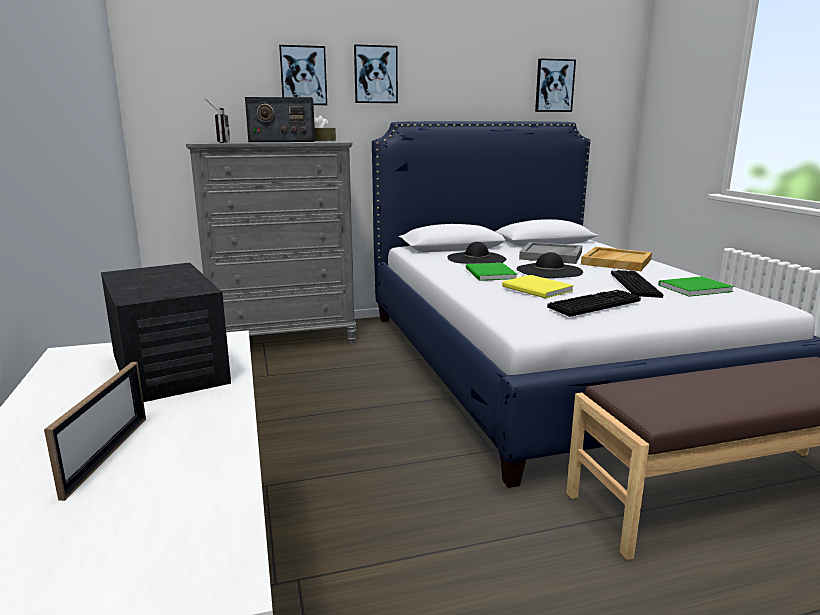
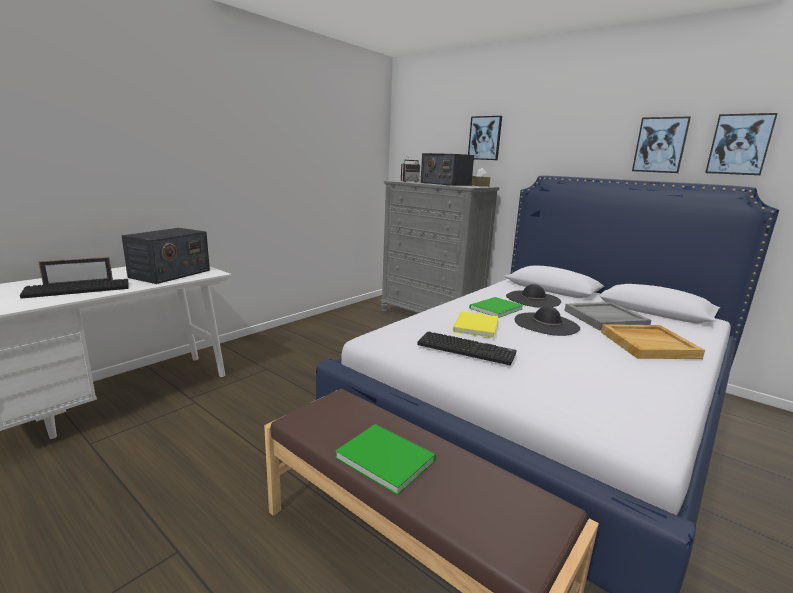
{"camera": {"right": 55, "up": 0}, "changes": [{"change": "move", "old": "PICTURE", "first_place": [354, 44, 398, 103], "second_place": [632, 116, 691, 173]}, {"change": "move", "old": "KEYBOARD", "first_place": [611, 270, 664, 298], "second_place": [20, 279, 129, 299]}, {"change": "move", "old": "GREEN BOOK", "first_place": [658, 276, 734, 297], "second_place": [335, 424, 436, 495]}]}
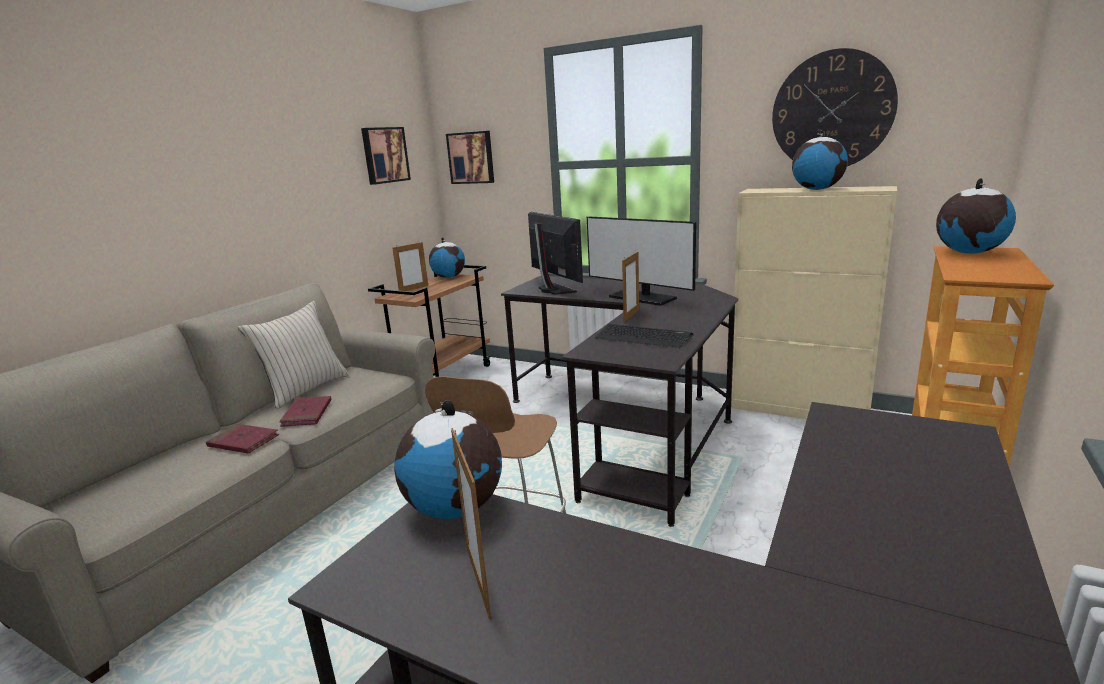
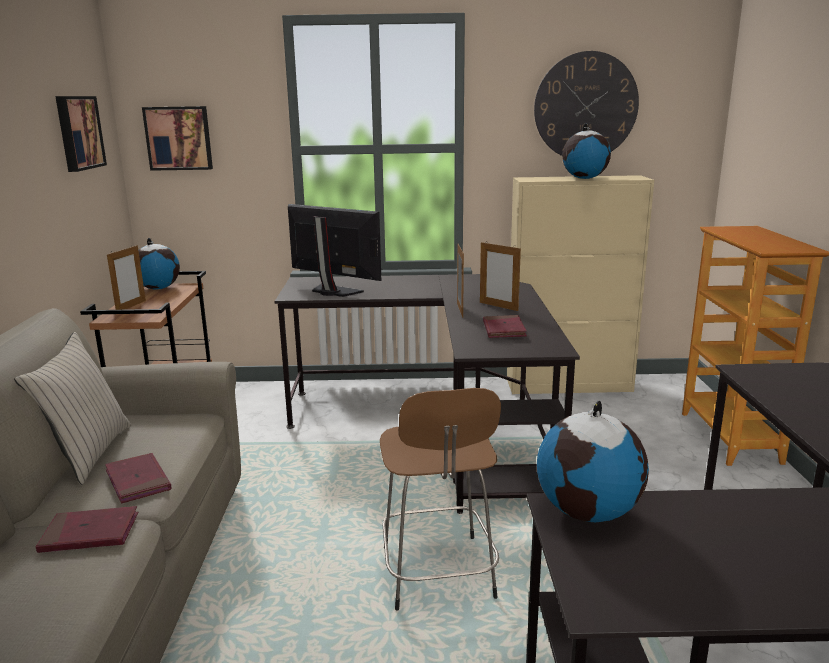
{"camera": {"right": -30, "up": 0}, "changes": [{"change": "delete", "old": "GLOBE", "first_place": [936, 178, 1016, 254]}, {"change": "delete", "old": "COMPUTER SCREEN", "first_place": [587, 216, 696, 306]}, {"change": "replace", "old": "KEYBOARD", "new": "REDDISH BOOK", "first_place": [595, 324, 694, 348], "second_place": [483, 315, 527, 338]}, {"change": "move", "old": "PHOTO FRAME", "first_place": [451, 428, 491, 620], "second_place": [480, 242, 521, 311]}]}
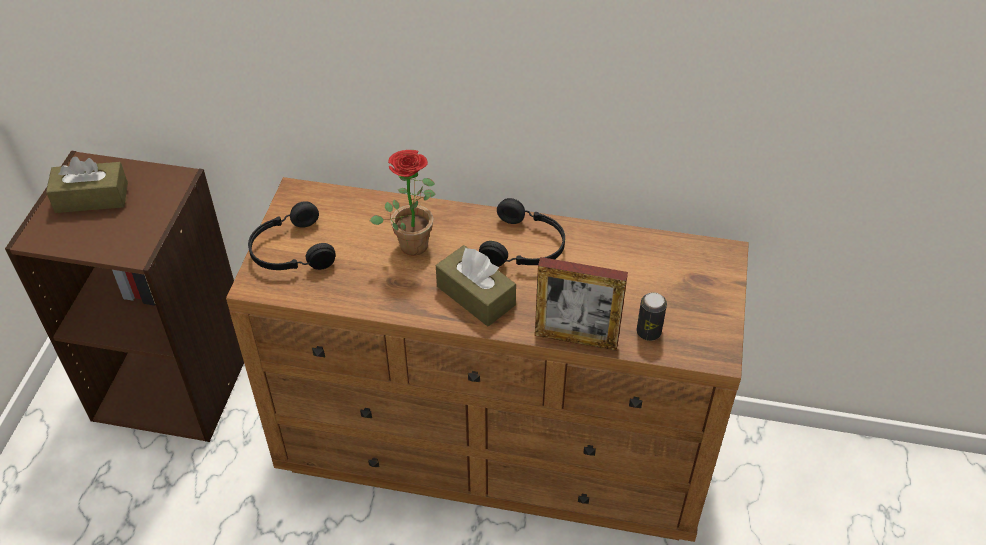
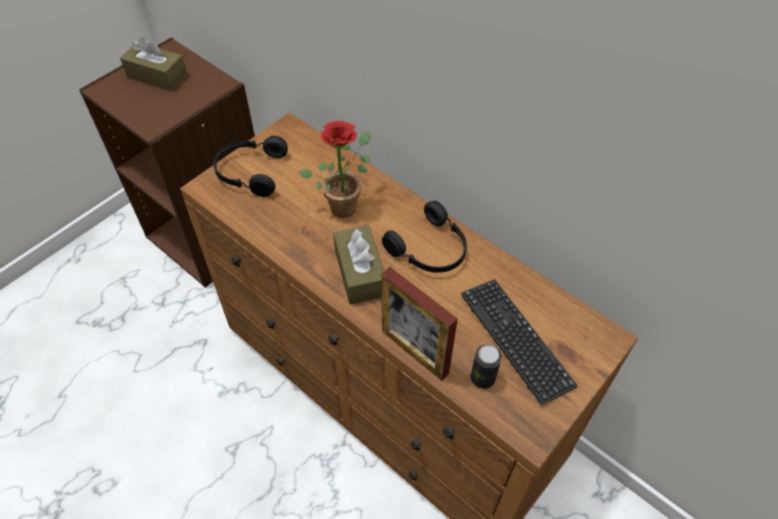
{"camera": {"right": 30, "up": 5}, "changes": [{"change": "insert", "new": "KEYBOARD", "second_place": [461, 279, 578, 404]}]}
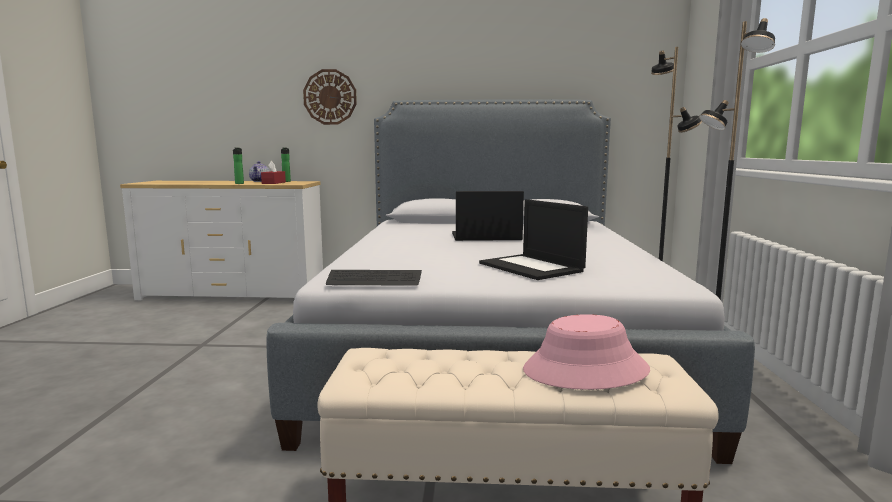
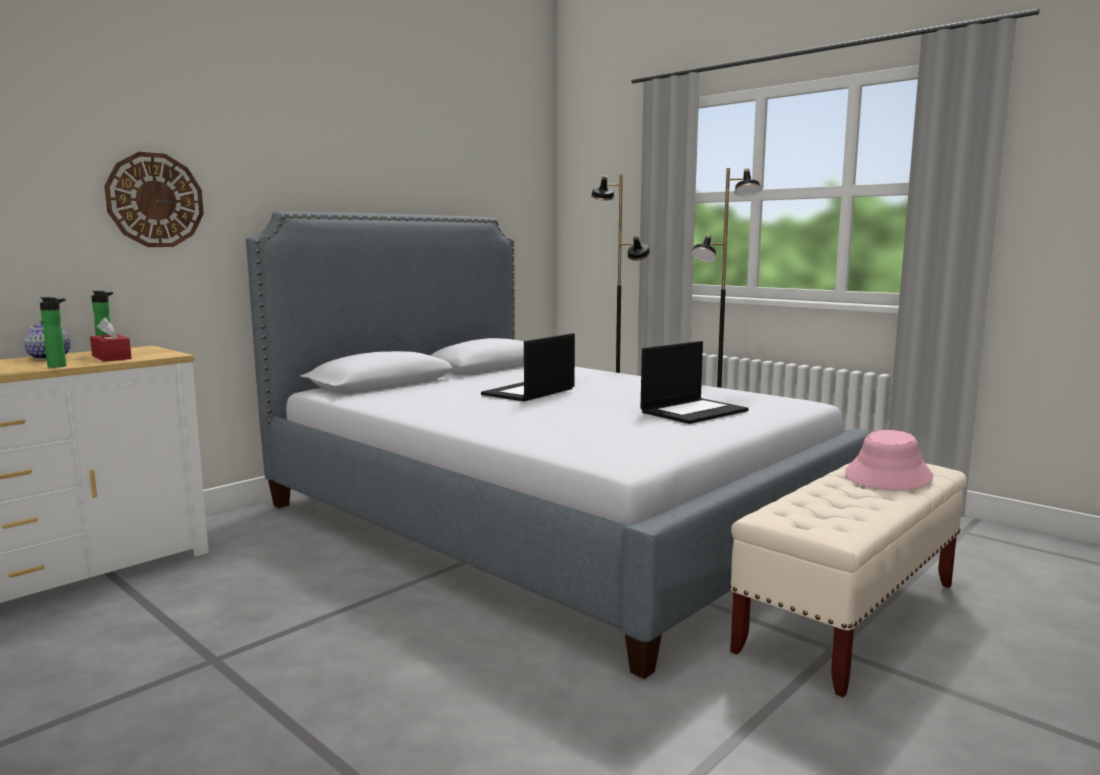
{"camera": {"right": -50, "up": 0}, "changes": [{"change": "rotate", "old": "LAPTOP", "first_place": [479, 199, 588, 280], "second_place": [641, 341, 749, 424], "degrees": -45}, {"change": "delete", "old": "KEYBOARD", "first_place": [326, 270, 422, 286]}]}
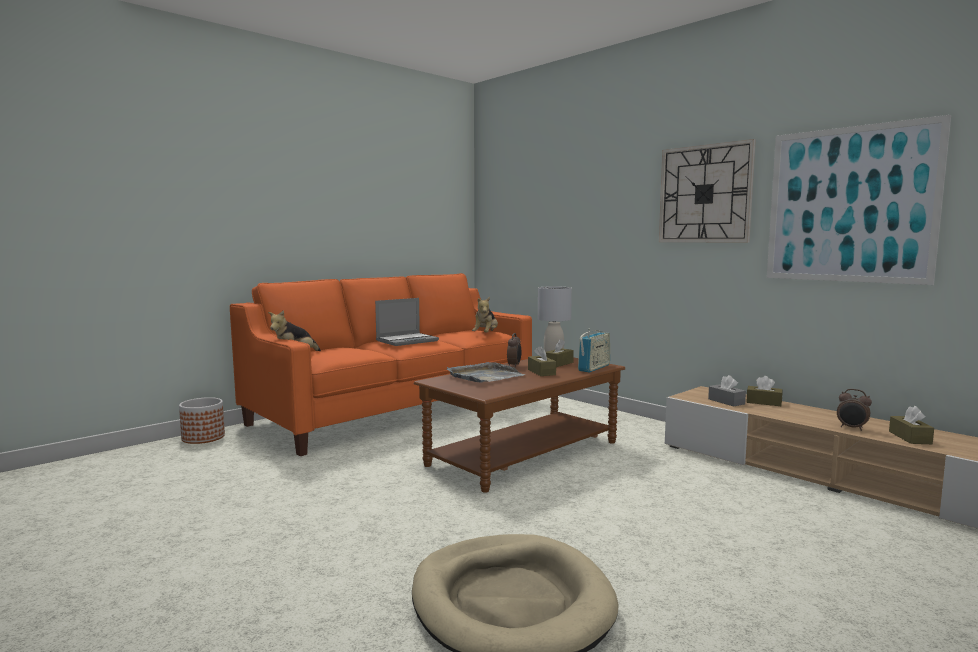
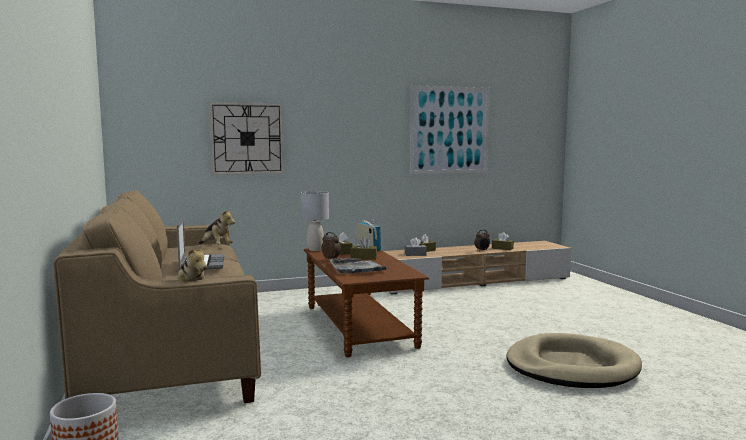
{"camera": {"right": -65, "up": 0}, "changes": [{"change": "move", "old": "CLOCK ON THE WALL", "first_place": [659, 139, 756, 242], "second_place": [209, 102, 284, 175]}, {"change": "recolor", "old": "ORANGEY COUCH", "new": "BEIGE-COLOURED COUCH", "first_place": [230, 273, 532, 456], "second_place": [53, 190, 261, 403]}]}
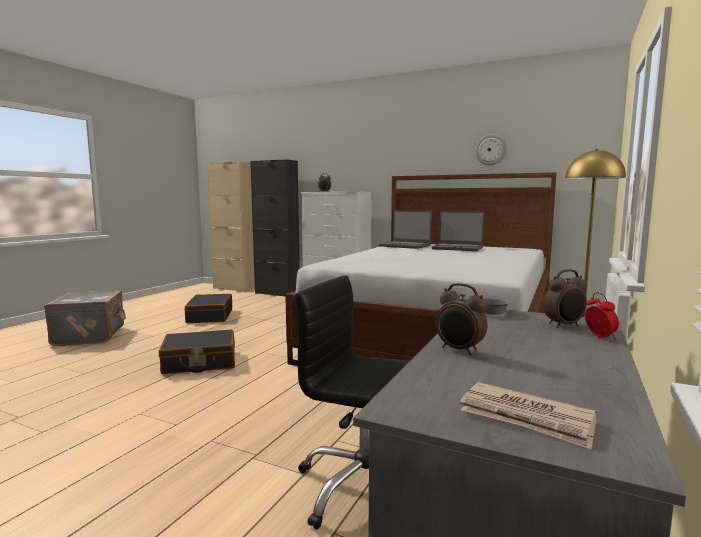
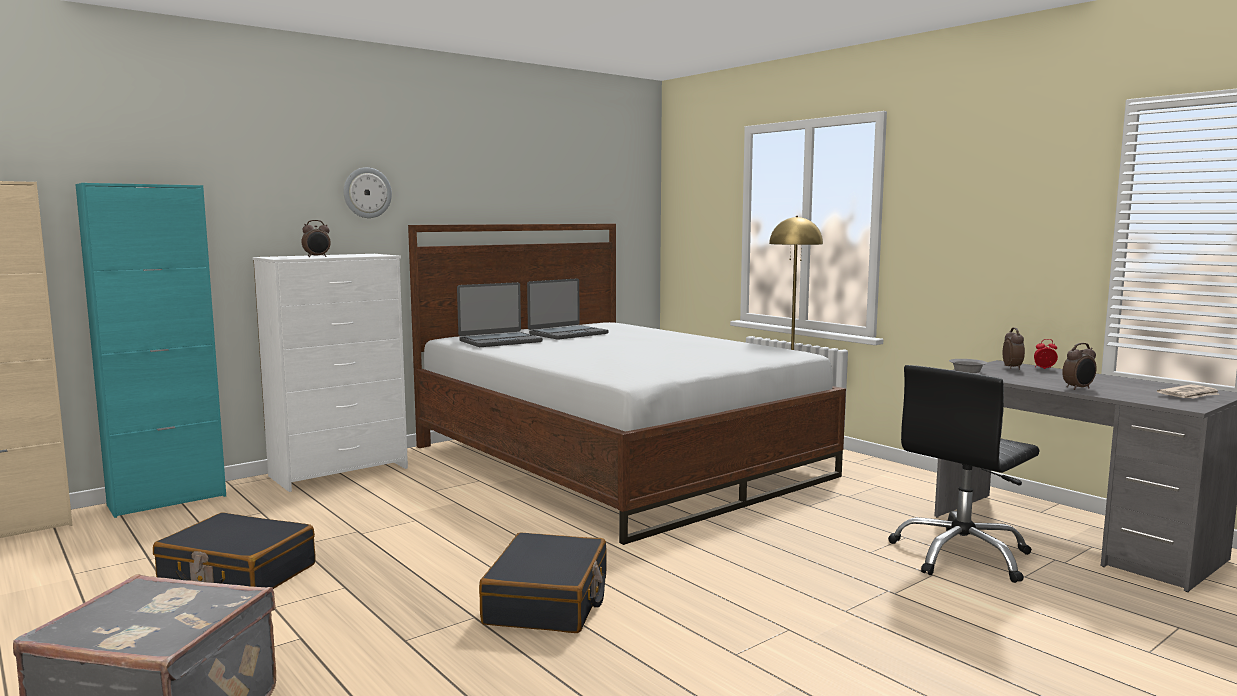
{"camera": {"right": -65, "up": 0}, "changes": [{"change": "move", "old": "CLOCK ON THE WALL", "first_place": [475, 134, 507, 165], "second_place": [344, 167, 392, 218]}, {"change": "recolor", "old": "BLACKISH CUPBOARD", "new": "TURQUOISE CUPBOARD", "first_place": [251, 159, 300, 296], "second_place": [75, 183, 226, 518]}]}
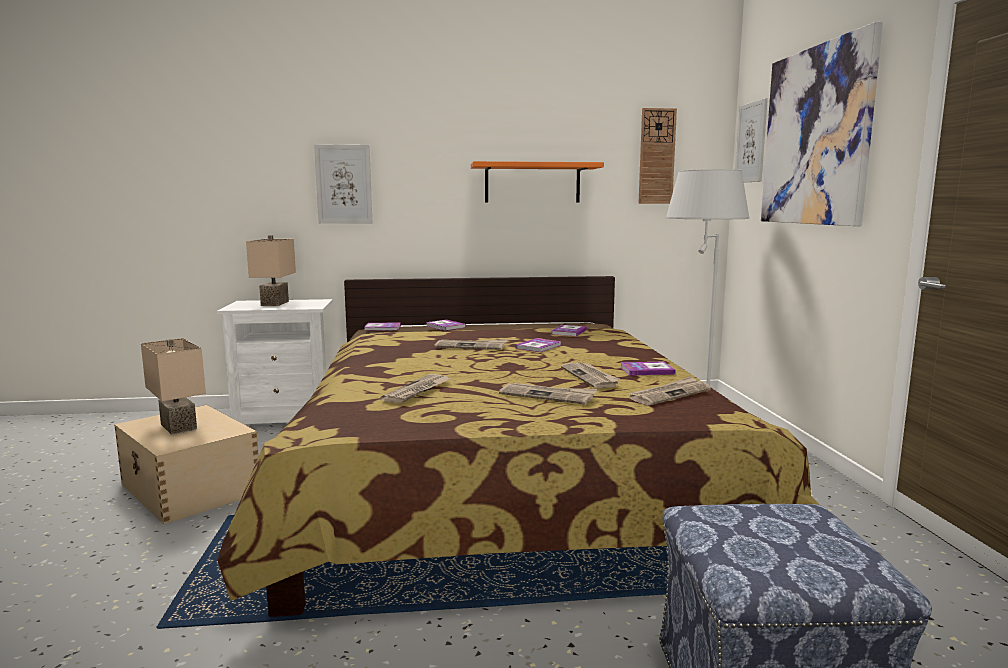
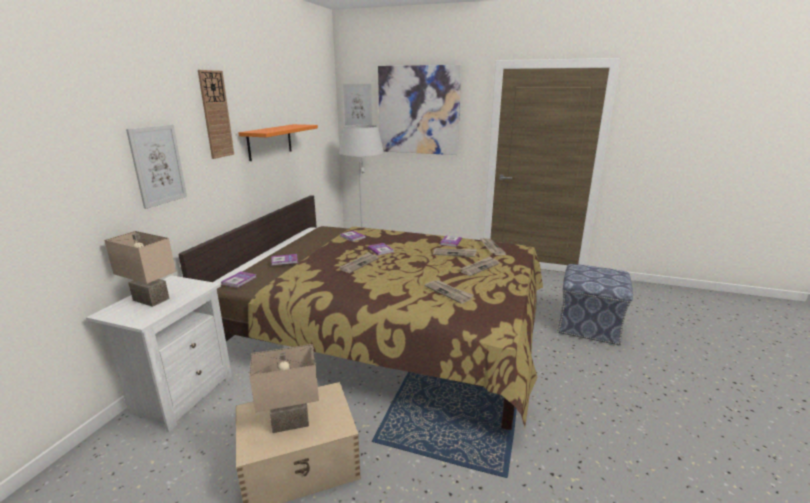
{"camera": {"right": -65, "up": 10}, "changes": [{"change": "move", "old": "CLOCK ON THE WALL", "first_place": [638, 108, 677, 204], "second_place": [198, 70, 234, 159]}]}
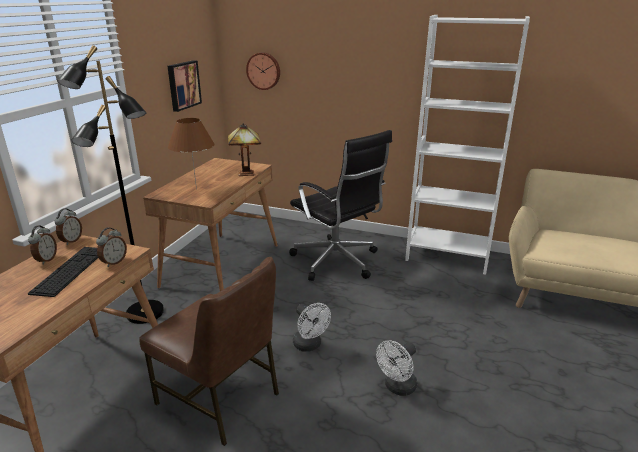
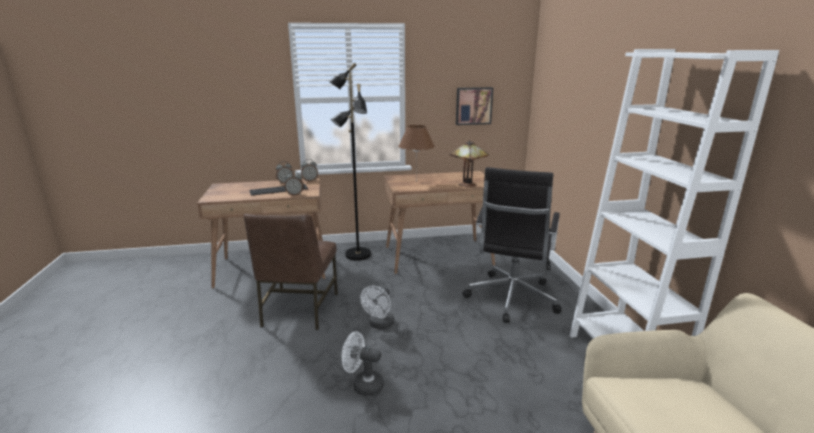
{"camera": {"right": 60, "up": -5}, "changes": [{"change": "delete", "old": "CLOCK ON THE WALL", "first_place": [246, 52, 280, 90]}]}
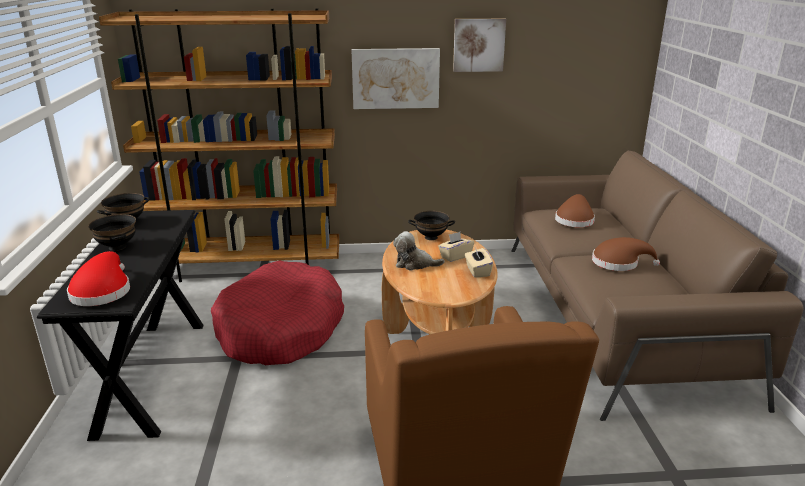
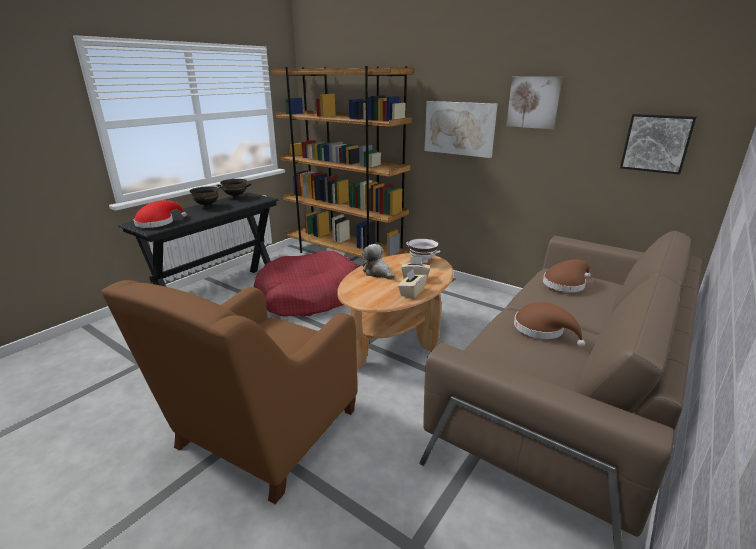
{"camera": {"right": 40, "up": 0}, "changes": [{"change": "recolor", "old": "BLACKISH BOWL", "new": "WHITE-COLOURED BOWL", "first_place": [408, 211, 455, 240], "second_place": [406, 238, 441, 263]}, {"change": "insert", "new": "PICTURE", "second_place": [620, 114, 697, 175]}]}
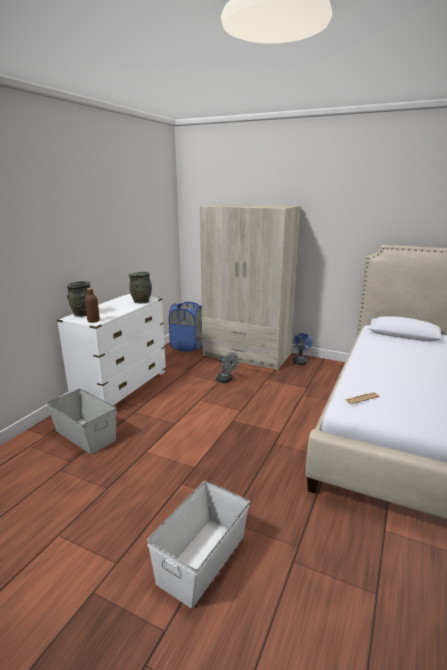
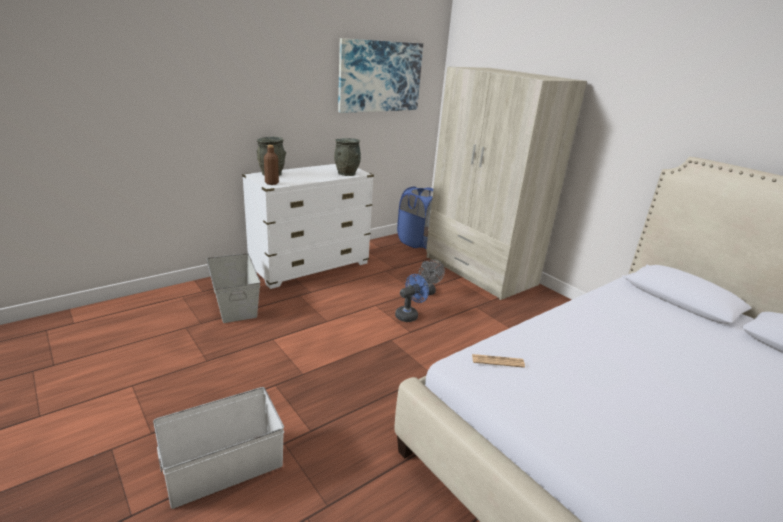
{"camera": {"right": 25, "up": 5}, "changes": [{"change": "move", "old": "BLUE COOLING FAN", "first_place": [293, 333, 312, 365], "second_place": [395, 274, 429, 322]}, {"change": "insert", "new": "PICTURE", "second_place": [338, 38, 423, 113]}]}
